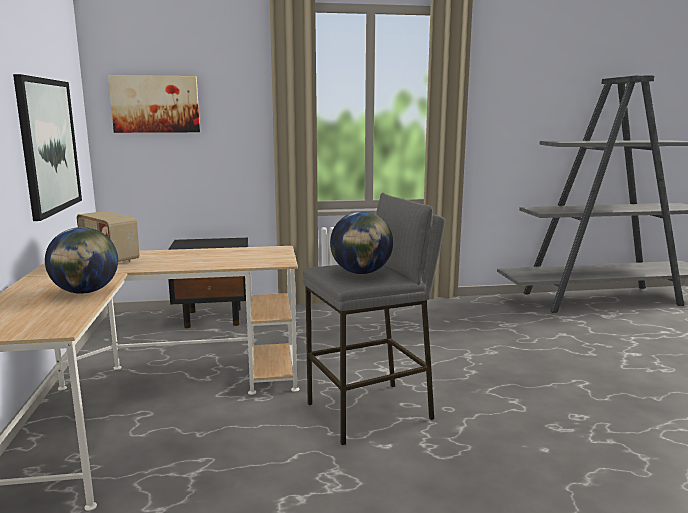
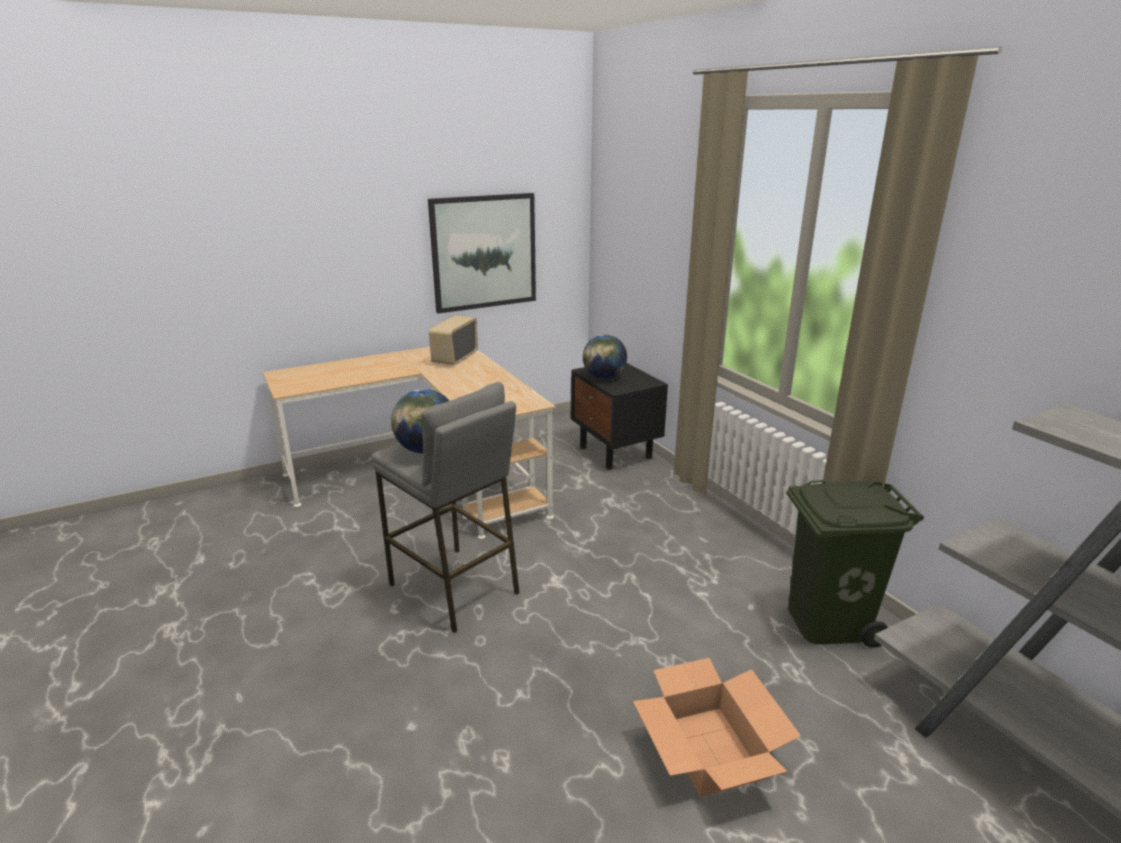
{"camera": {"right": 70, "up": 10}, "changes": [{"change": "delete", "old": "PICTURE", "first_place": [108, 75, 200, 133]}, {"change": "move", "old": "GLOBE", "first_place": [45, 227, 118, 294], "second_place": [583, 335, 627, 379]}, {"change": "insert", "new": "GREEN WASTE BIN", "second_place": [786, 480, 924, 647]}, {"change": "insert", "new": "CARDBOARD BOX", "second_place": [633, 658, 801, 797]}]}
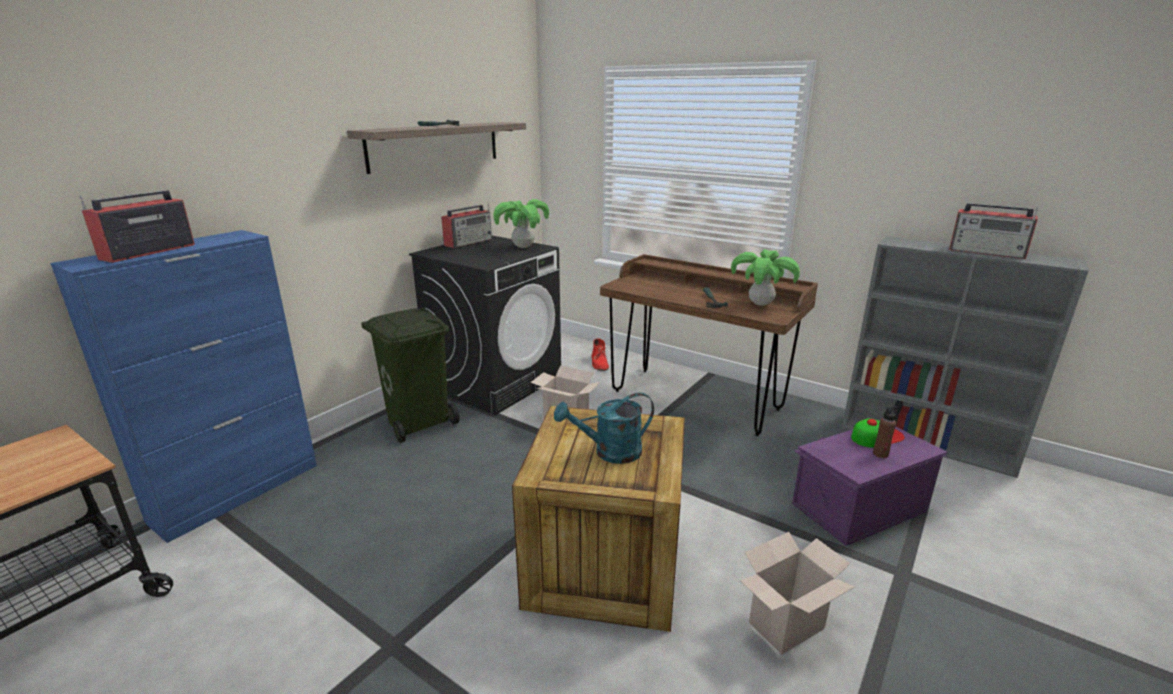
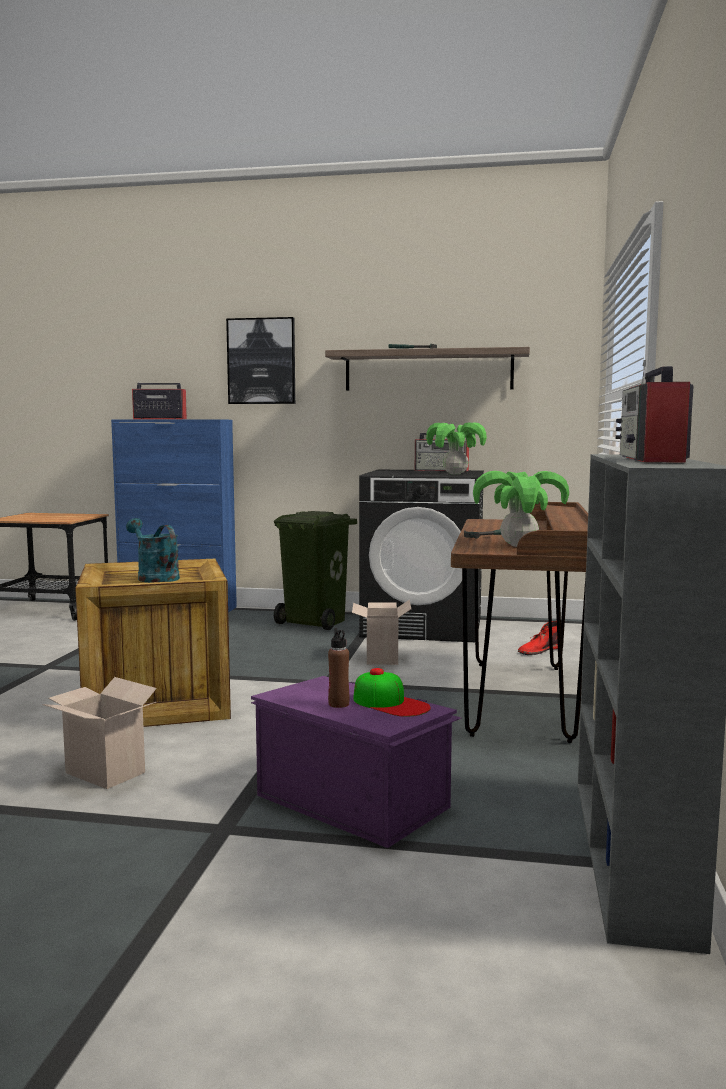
{"camera": {"right": 65, "up": -15}, "changes": [{"change": "insert", "new": "PICTURE", "second_place": [226, 317, 295, 404]}]}
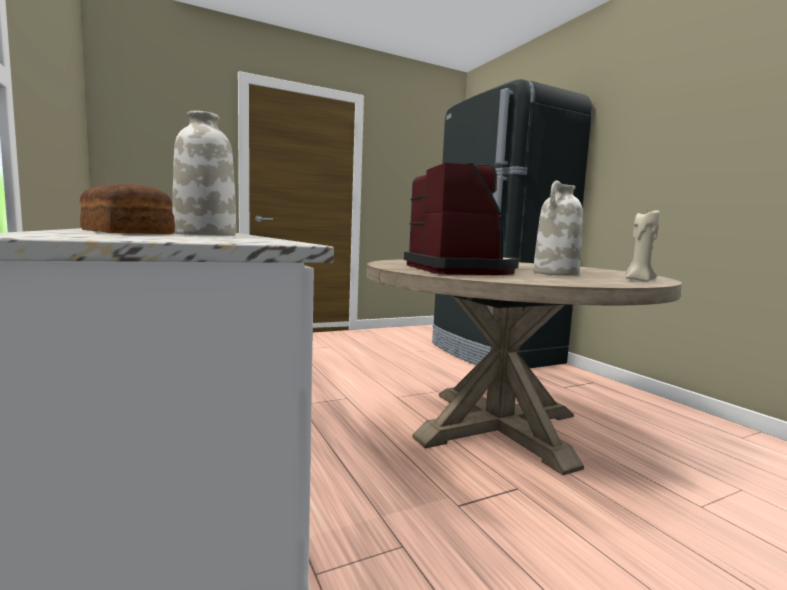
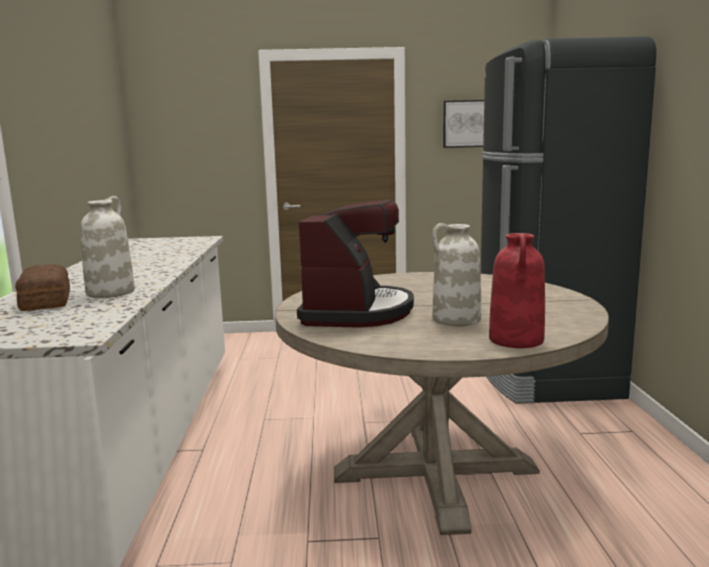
{"camera": {"right": 25, "up": 5}, "changes": [{"change": "replace", "old": "BEIGE-COLOURED WAX CANDLE", "new": "REDDISH VASE", "first_place": [625, 210, 660, 282], "second_place": [489, 233, 545, 348]}, {"change": "insert", "new": "PICTURE", "second_place": [443, 100, 484, 148]}]}
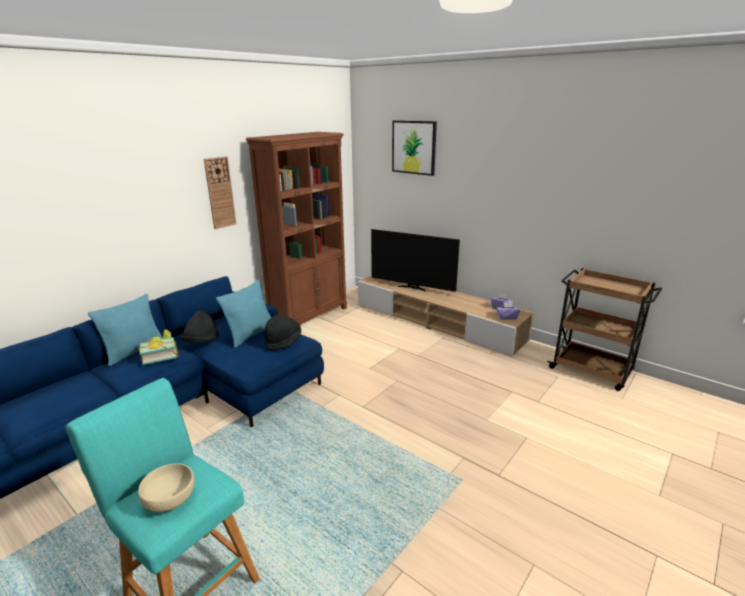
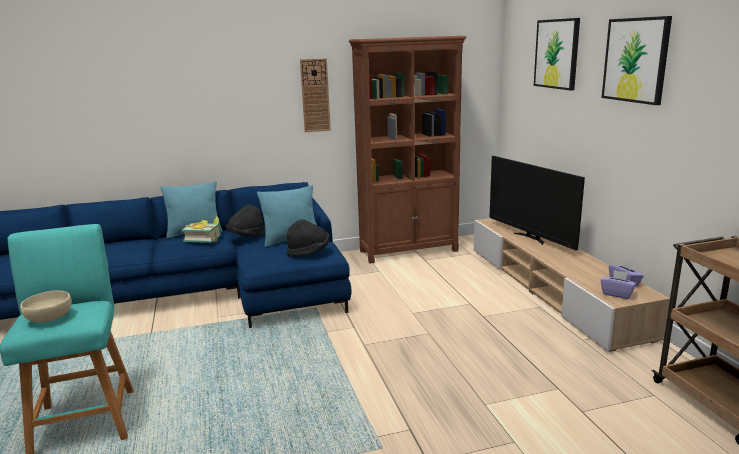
{"camera": {"right": 35, "up": -5}, "changes": [{"change": "insert", "new": "PICTURE", "second_place": [602, 16, 672, 105]}]}
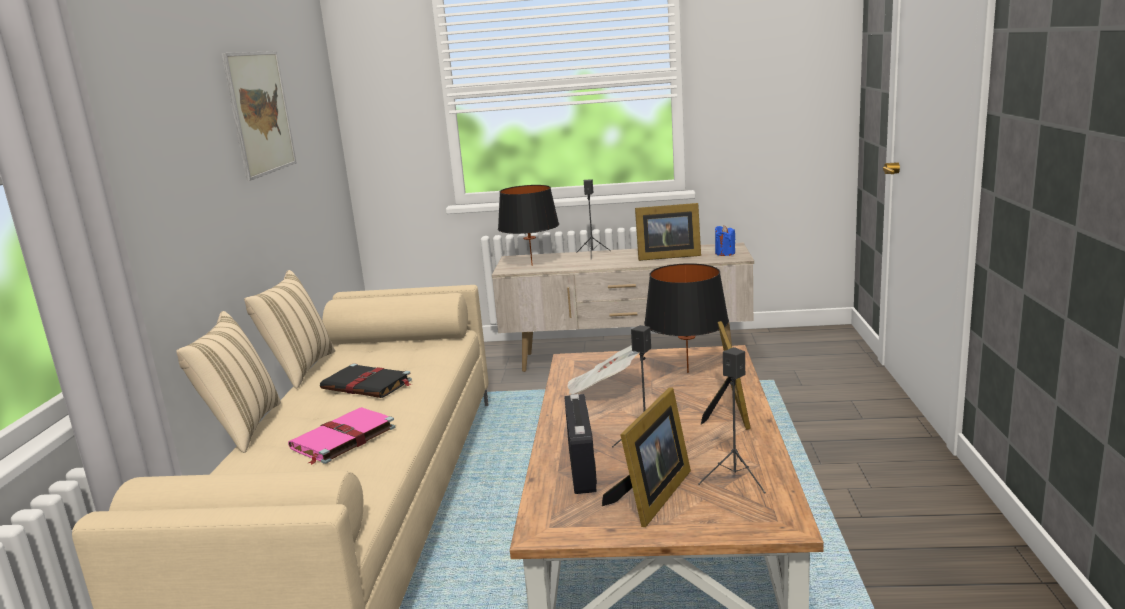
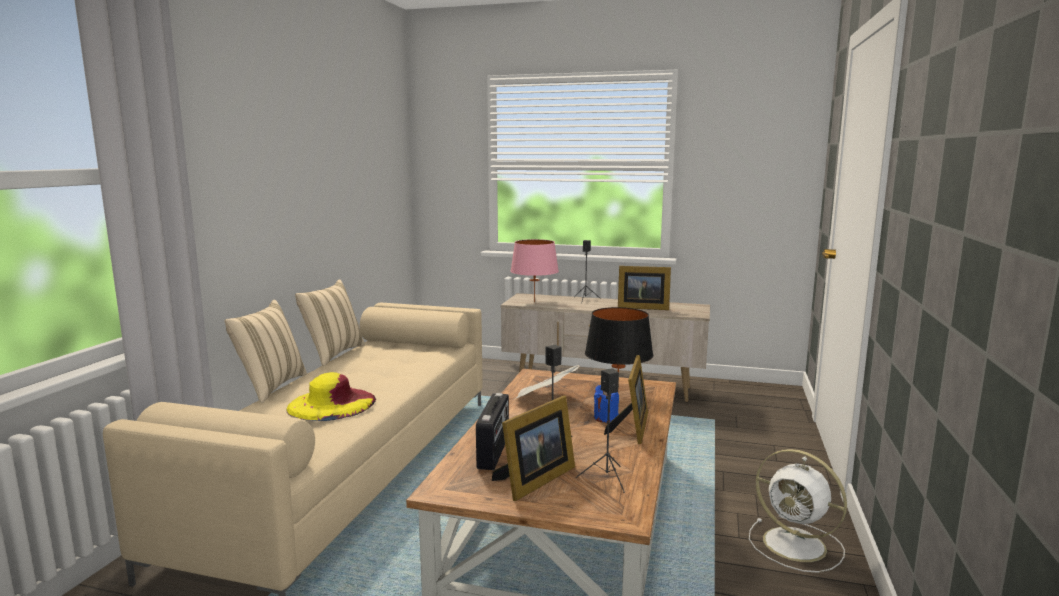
{"camera": {"right": 10, "up": -5}, "changes": [{"change": "delete", "old": "PICTURE", "first_place": [222, 51, 297, 181]}, {"change": "recolor", "old": "BLACKISH LAMP FOR A TABLE", "new": "PINKISH LAMP FOR A TABLE", "first_place": [498, 185, 559, 266], "second_place": [511, 239, 559, 302]}, {"change": "move", "old": "BLUE WAX CANDLE", "first_place": [715, 225, 735, 256], "second_place": [594, 385, 619, 423]}, {"change": "delete", "old": "BLACKISH BOOK", "first_place": [320, 363, 412, 398]}, {"change": "replace", "old": "PINKISH BOOK", "new": "YELLOW-COLOURED HAT", "first_place": [288, 407, 395, 465], "second_place": [287, 372, 376, 421]}, {"change": "insert", "new": "WHITE-COLOURED COOLING FAN", "second_place": [749, 449, 847, 573]}]}
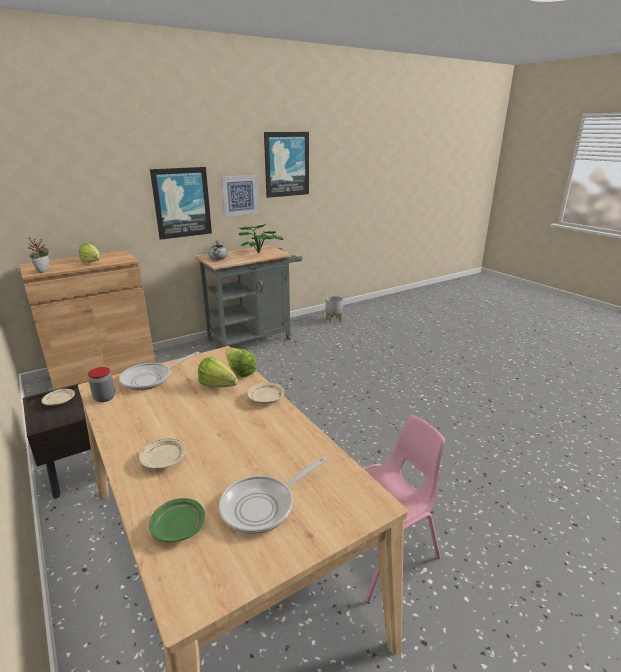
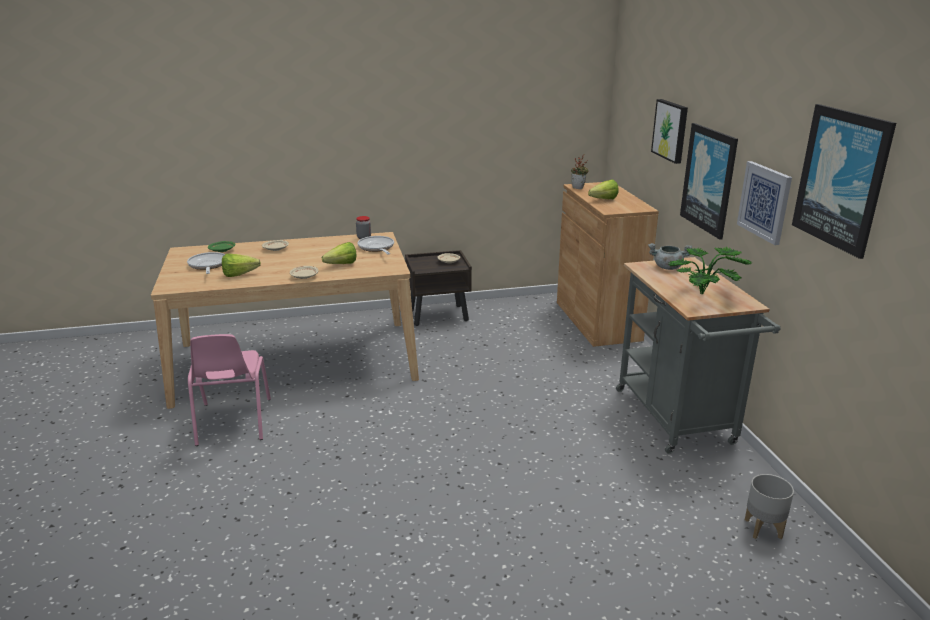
{"camera": {"right": 110, "up": 0}, "changes": [{"change": "move", "old": "HEAD OF LETTUCE", "first_place": [226, 348, 257, 377], "second_place": [222, 254, 261, 277]}, {"change": "insert", "new": "PICTURE", "second_place": [651, 99, 688, 164]}]}
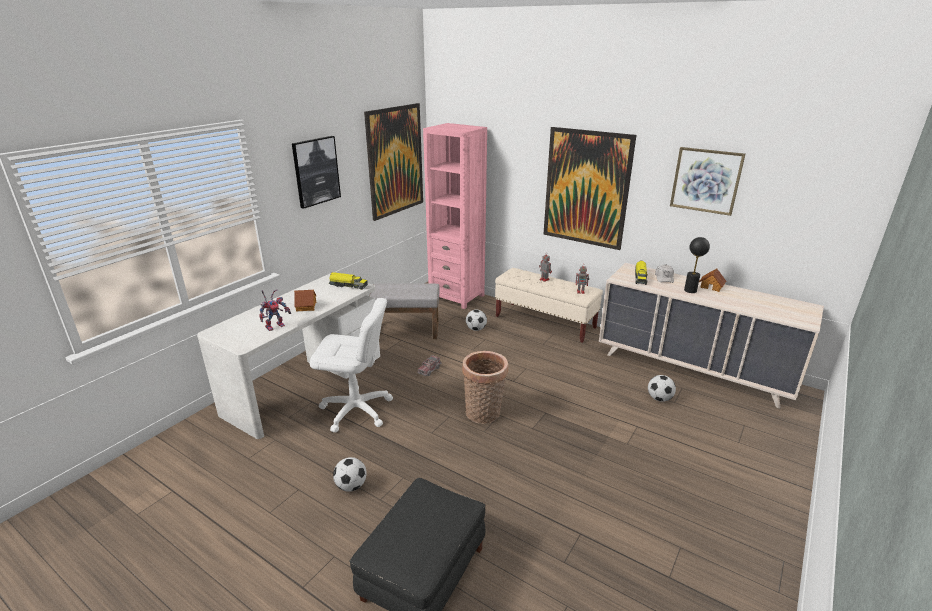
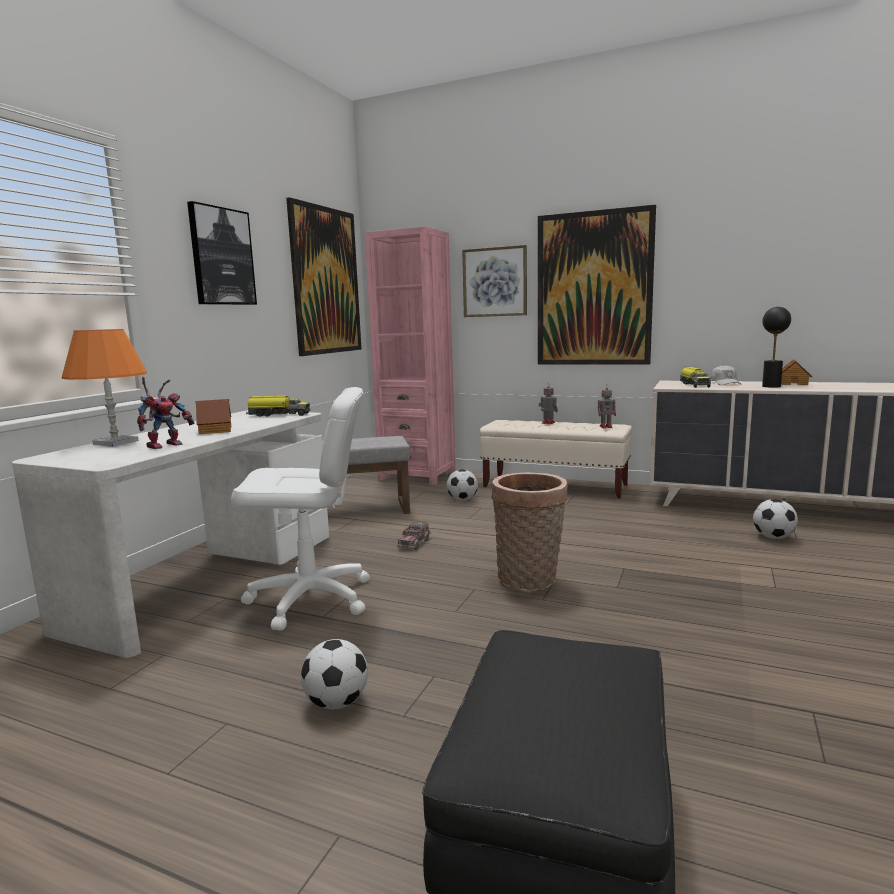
{"camera": {"right": -10, "up": -15}, "changes": [{"change": "move", "old": "PICTURE", "first_place": [670, 147, 745, 216], "second_place": [462, 245, 527, 317]}, {"change": "insert", "new": "ORANGEY LAMP FOR A TABLE", "second_place": [62, 329, 147, 447]}]}
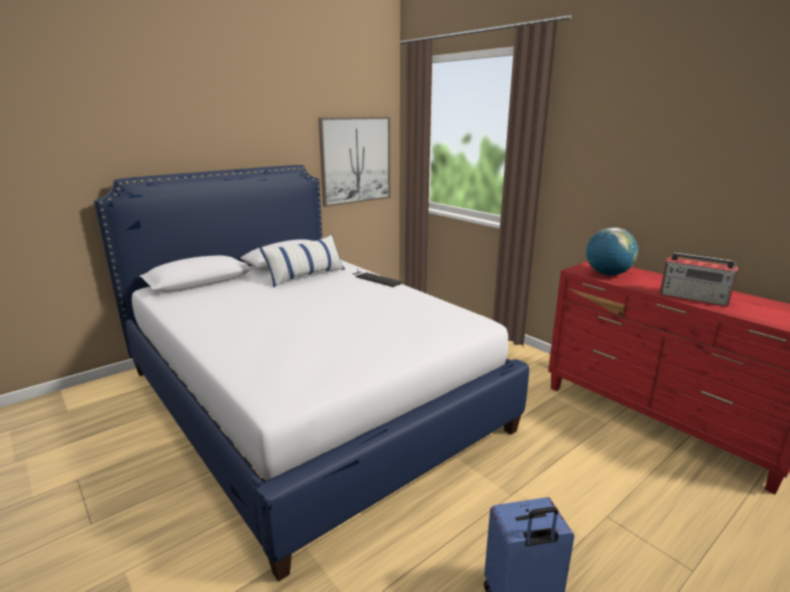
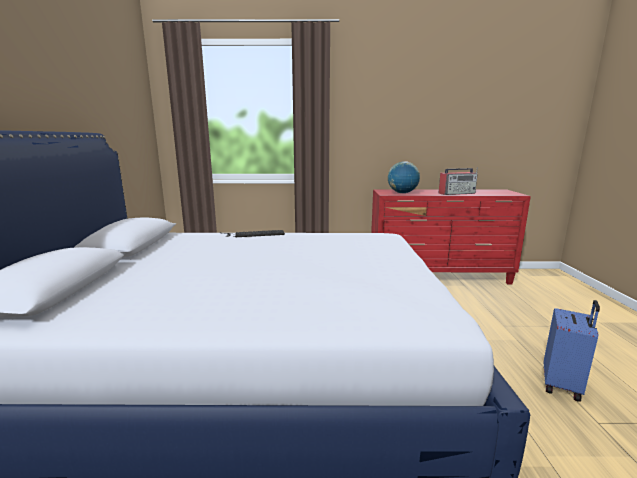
{"camera": {"right": -50, "up": -5}, "changes": [{"change": "delete", "old": "PICTURE", "first_place": [318, 117, 390, 207]}, {"change": "delete", "old": "CUSHION", "first_place": [259, 235, 345, 287]}]}
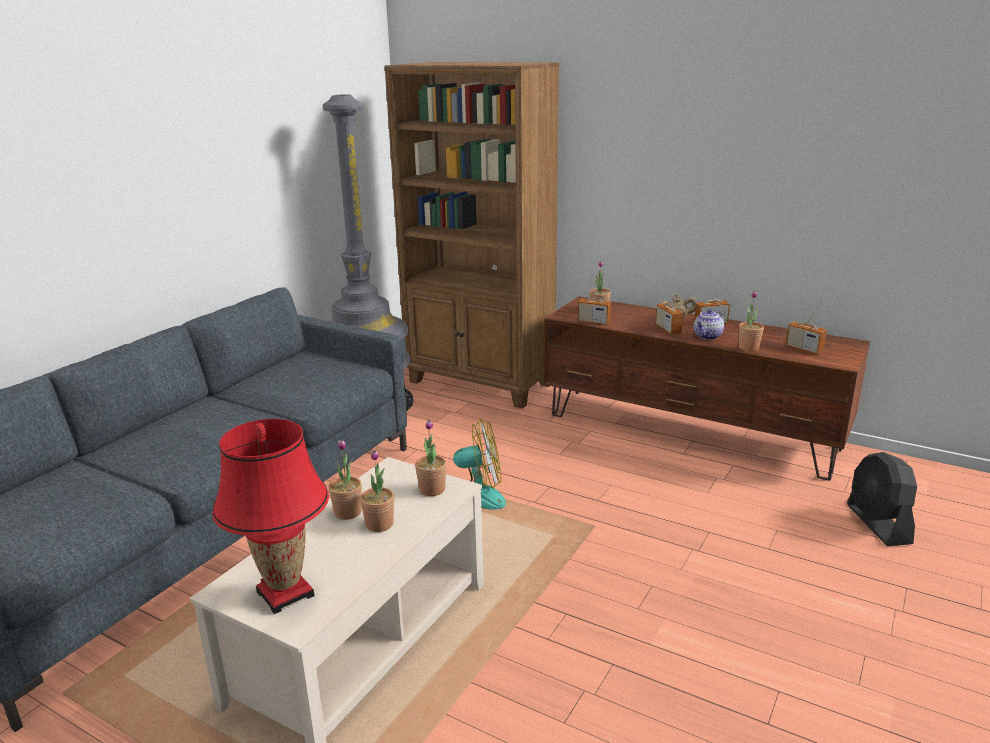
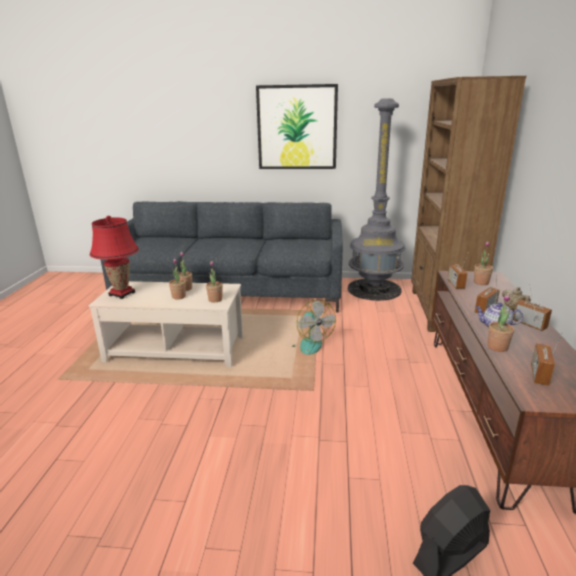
{"camera": {"right": 65, "up": 0}, "changes": [{"change": "insert", "new": "PICTURE", "second_place": [256, 84, 338, 169]}]}
